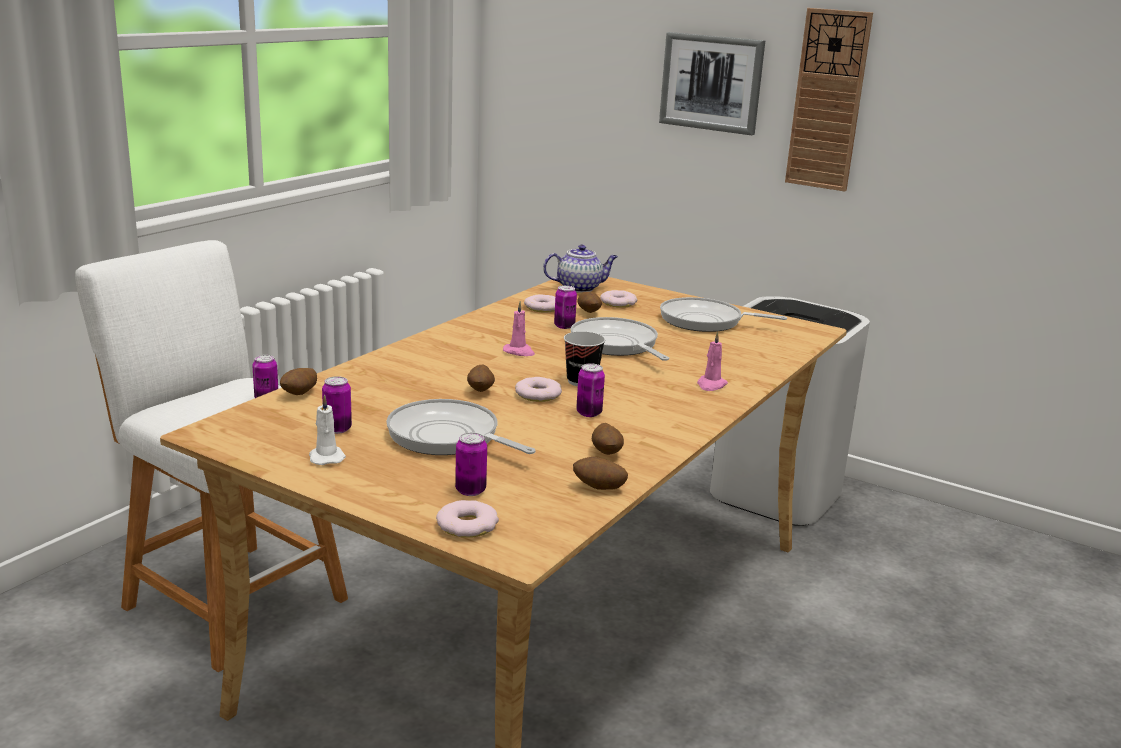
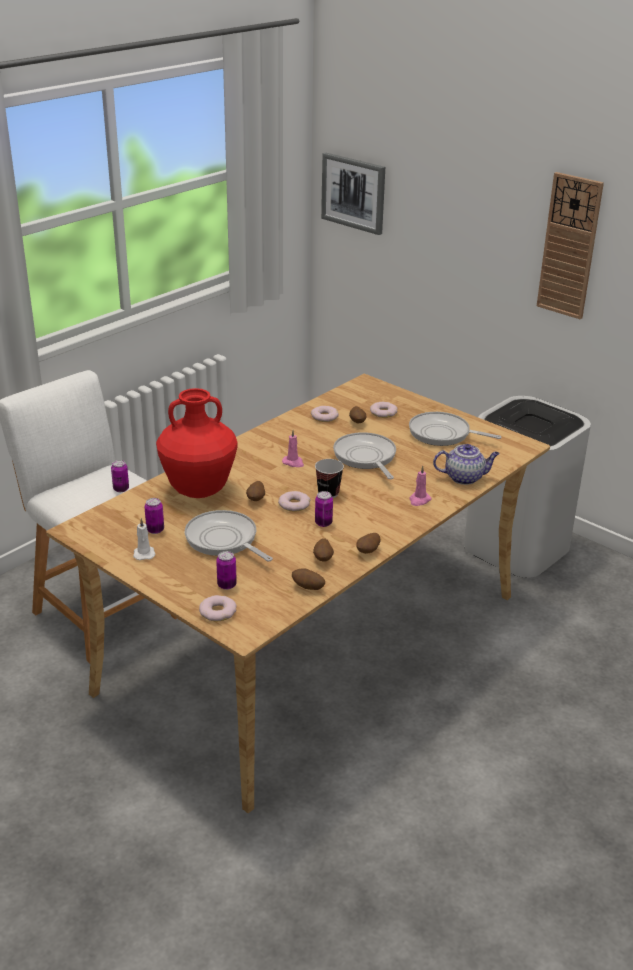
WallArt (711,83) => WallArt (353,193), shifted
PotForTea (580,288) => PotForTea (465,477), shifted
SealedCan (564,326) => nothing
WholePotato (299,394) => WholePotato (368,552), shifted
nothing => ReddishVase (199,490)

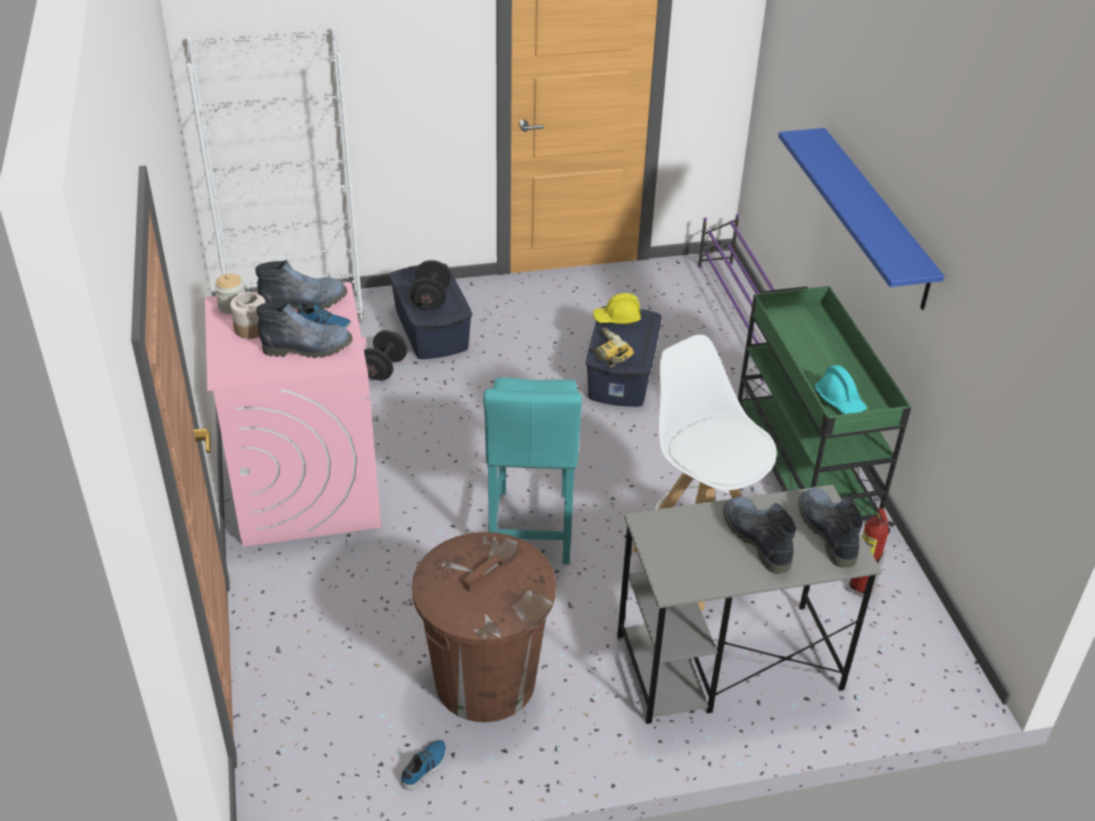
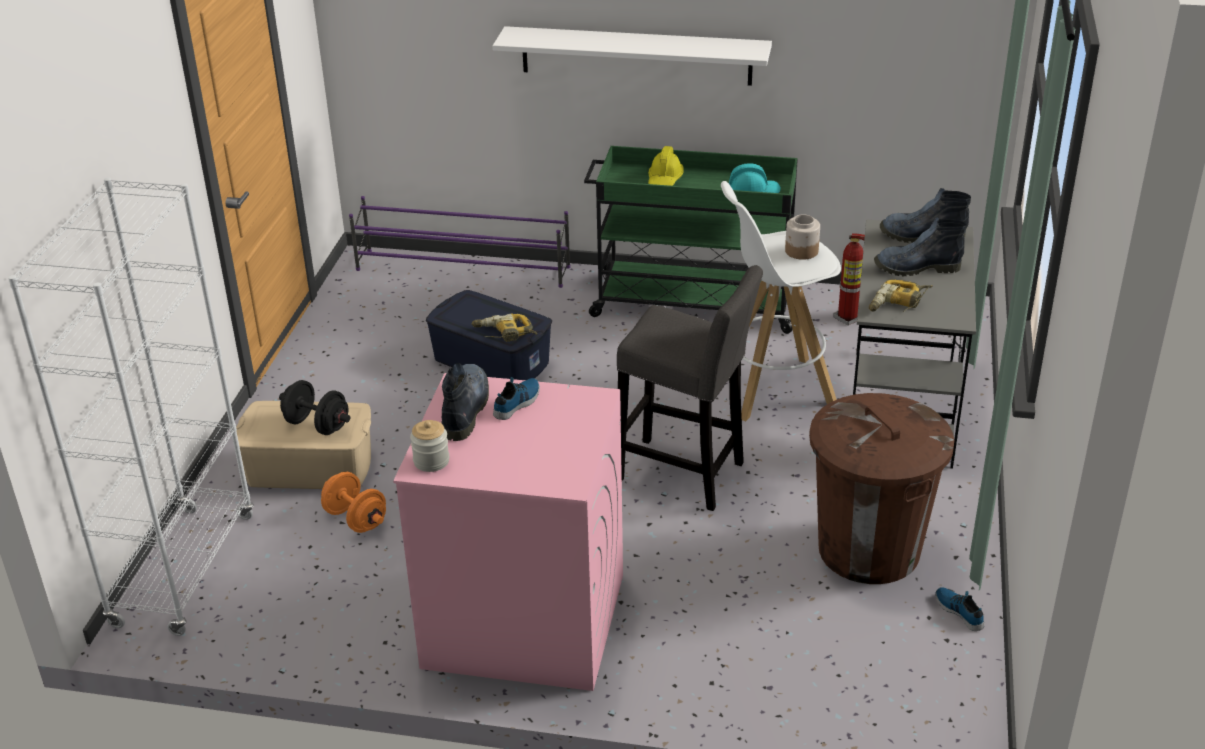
BlueColouredBracketShelf (875,217) => WhiteBracketShelf (636,55)
BlueColouredStorageBox (430,329) => BeigeStorageBox (310,468)
Jar (251,328) => Jar (801,251), shifted
YellowishHardHat (617,319) => YellowishHardHat (665,179), shifted
TallBoot (309,348) => nothing
BlackHandWeight (384,369) => OrangeColouredHandWeight (356,519)
BlueGreenStoolSeat (530,531) => GreyishStoolSeat (686,475)
nothing => PowerDrill (898,304)

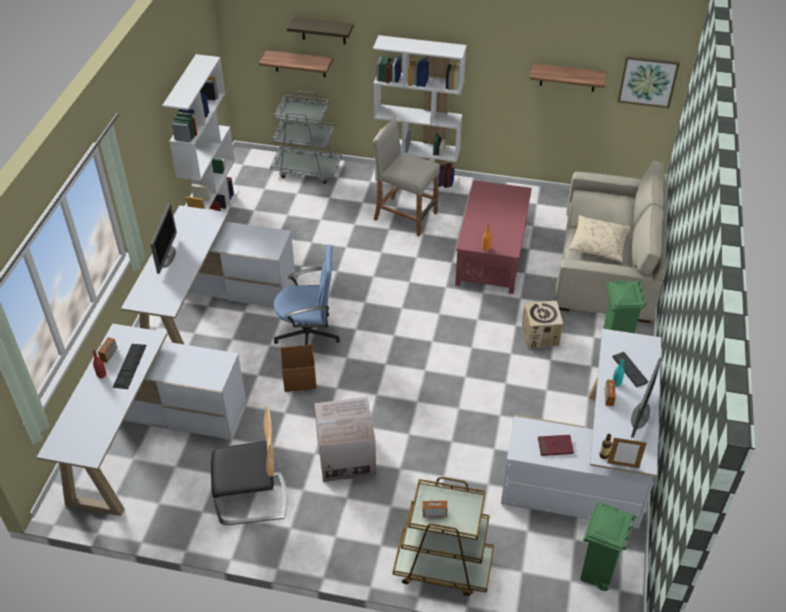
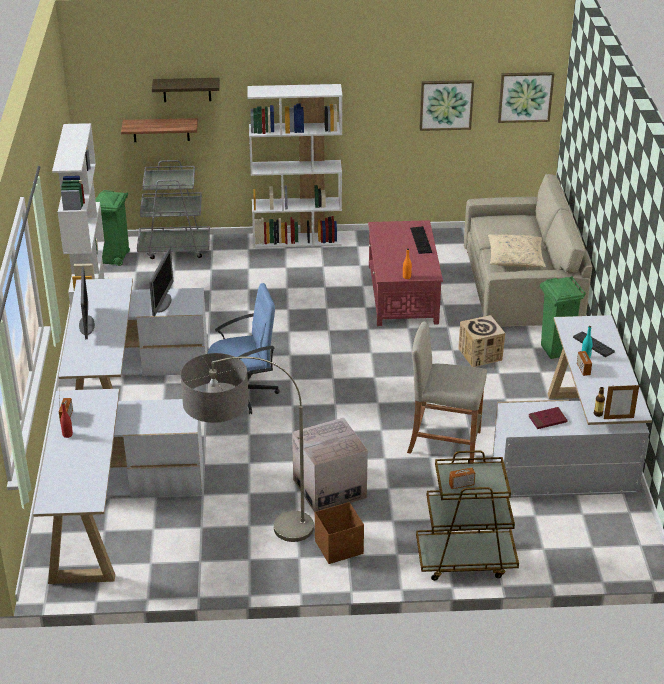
BracketShelf (568,77) => WallArt (446,104)
BeigeStoolSeat (405,216) => BeigeStoolSeat (444,442), shifted
PcKeyboard (129,366) => PcKeyboard (421,240), shifted
BrownColouredStorageBox (300,379) => BrownColouredStorageBox (339,547), shifted
ComputerScreen (640,415) => ComputerScreen (163,303), shifted
Chair (252,499) => StandingLamp (247,541)
GreenishWasteBin (597,573) => GreenishWasteBin (115,259), shifted

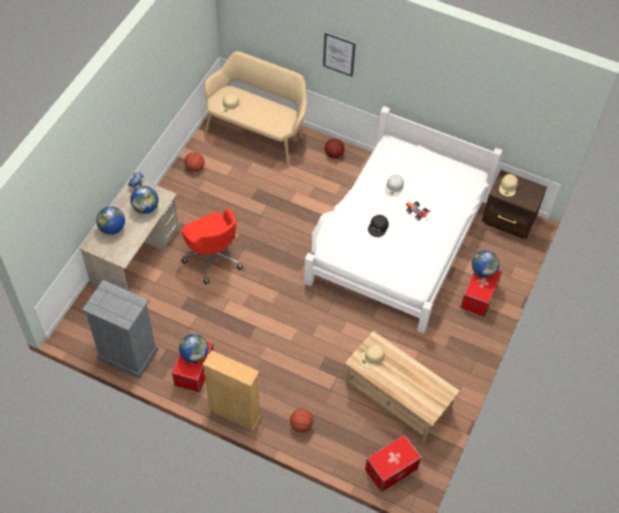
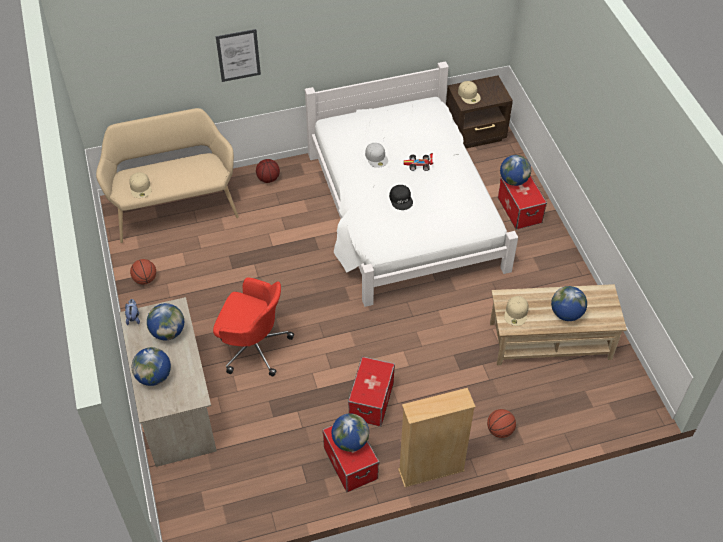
GreyishDresser (127,354) => nothing
StorageBox (391,468) => StorageBox (371,400), shifted
nothing => WorldGlobe (566,314)

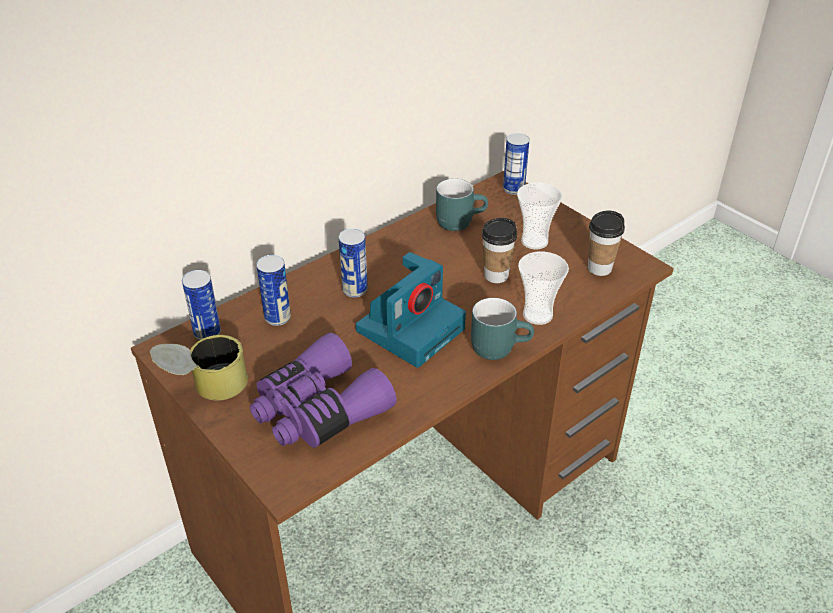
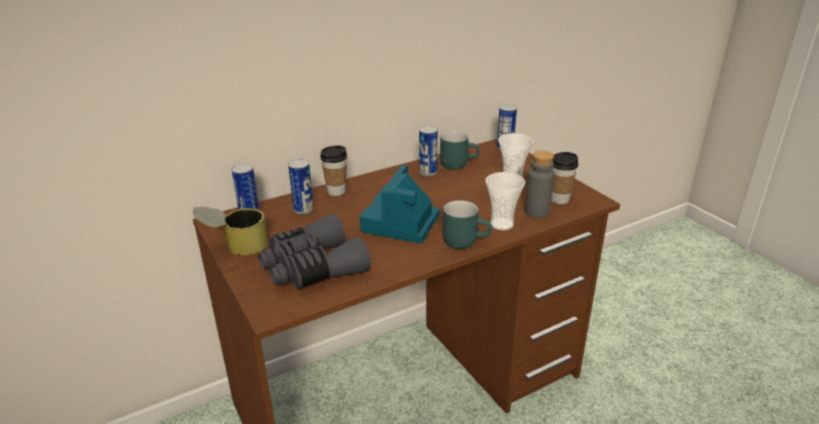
SmallCup (496,275) => SmallCup (336,191), shifted
SealedCan (355,290) => SealedCan (428,172), shifted
PhotoCamera (411,328) => PhotoCamera (400,224), 150 degrees clockwise
PurplishBinoculars (318,410) => GreyishBinoculars (312,268)
nothing => GreyishBeverageBottle (536,212)

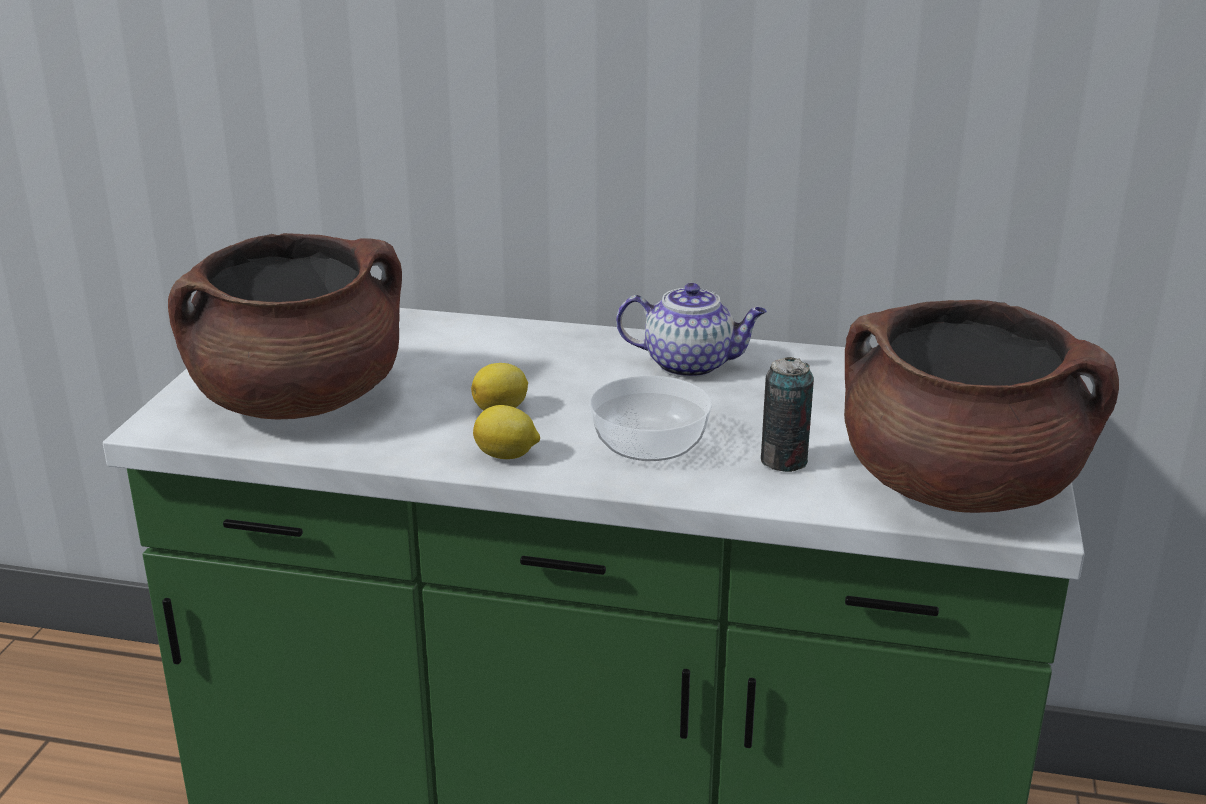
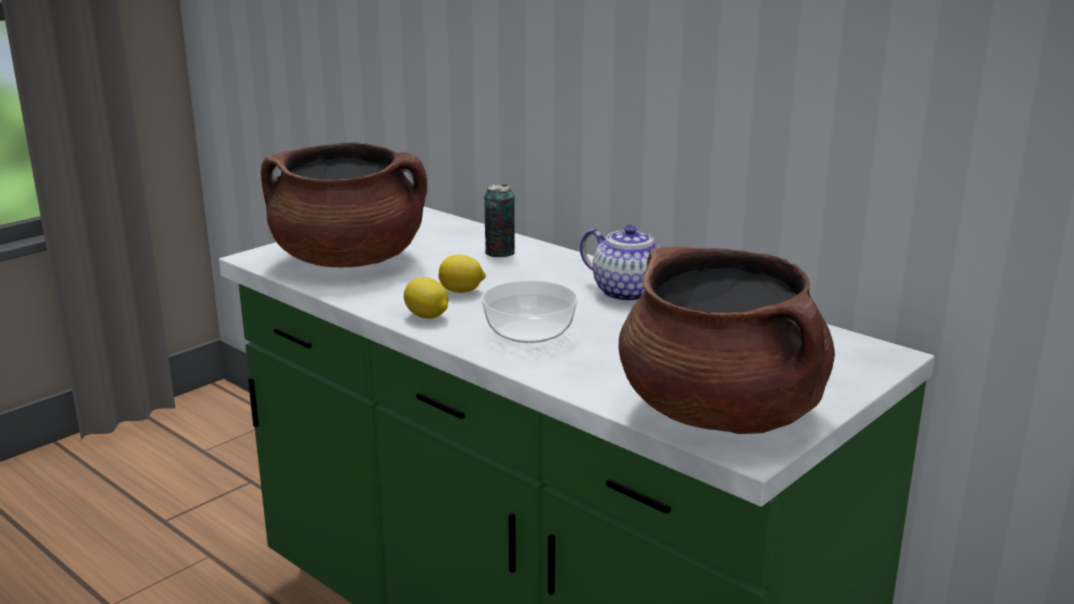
SealedCan (783,461) => SealedCan (500,253), shifted

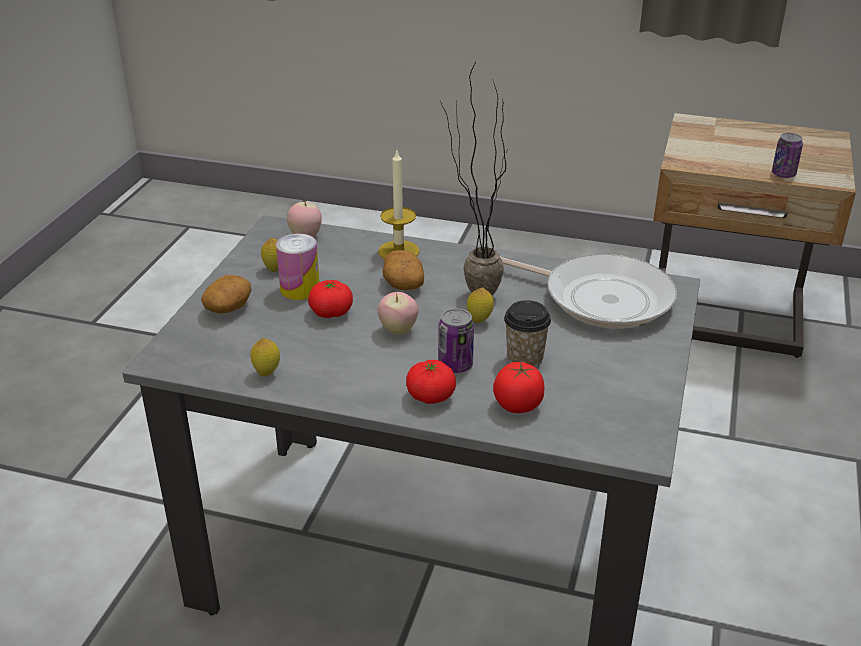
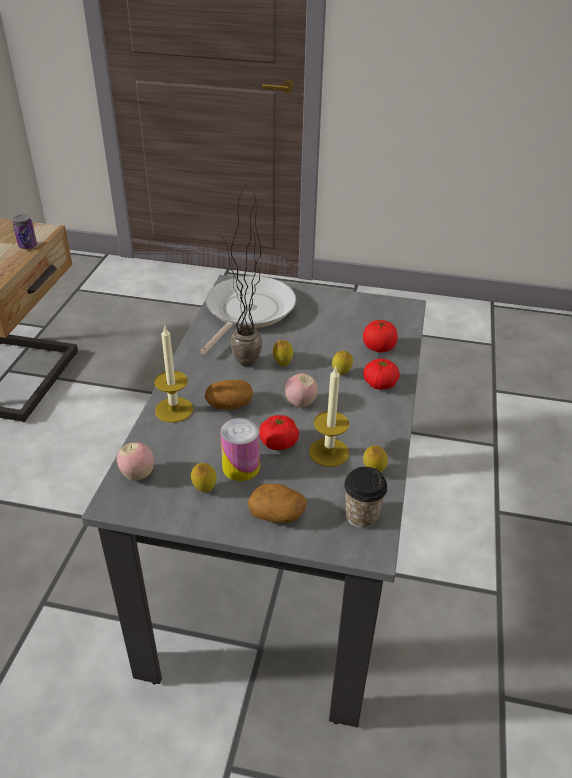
SmallCup (525,359) => SmallCup (361,516), shifted
SealedCan (455,365) => Lemon (341,374)
nothing => WaxLight (329,452)

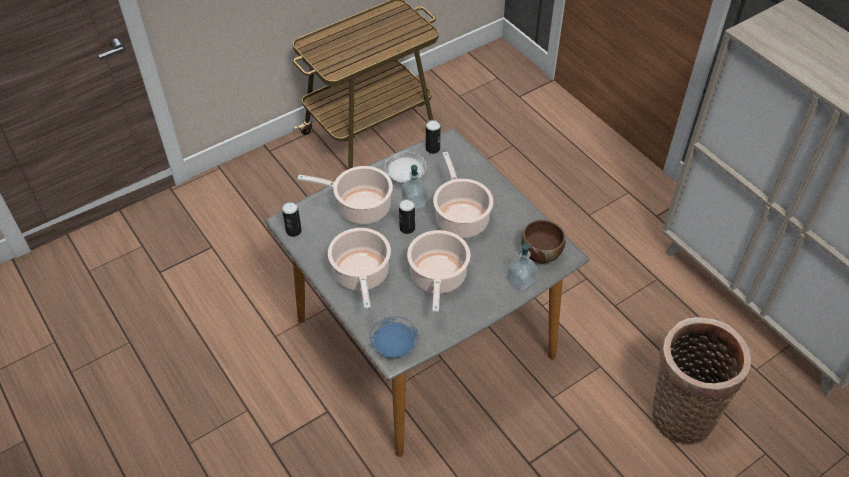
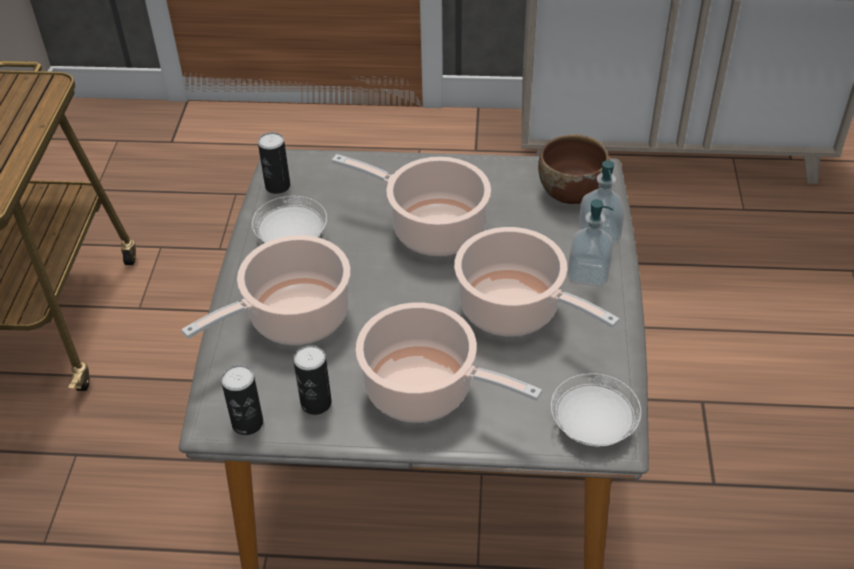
LiquidSoapBottle (414,203) => LiquidSoapBottle (588,274), shifted
SealedCan (407,228) => SealedCan (316,403), shifted
BlueColouredFlatDish (394,345) => WhiteFlatDish (593,426)
Basket (680,412) => nothing

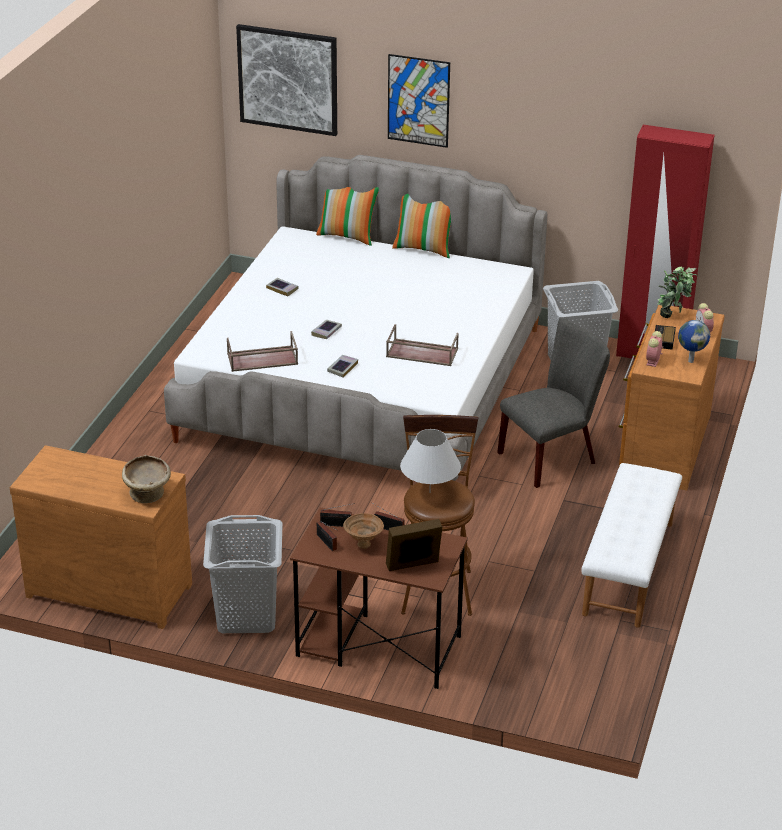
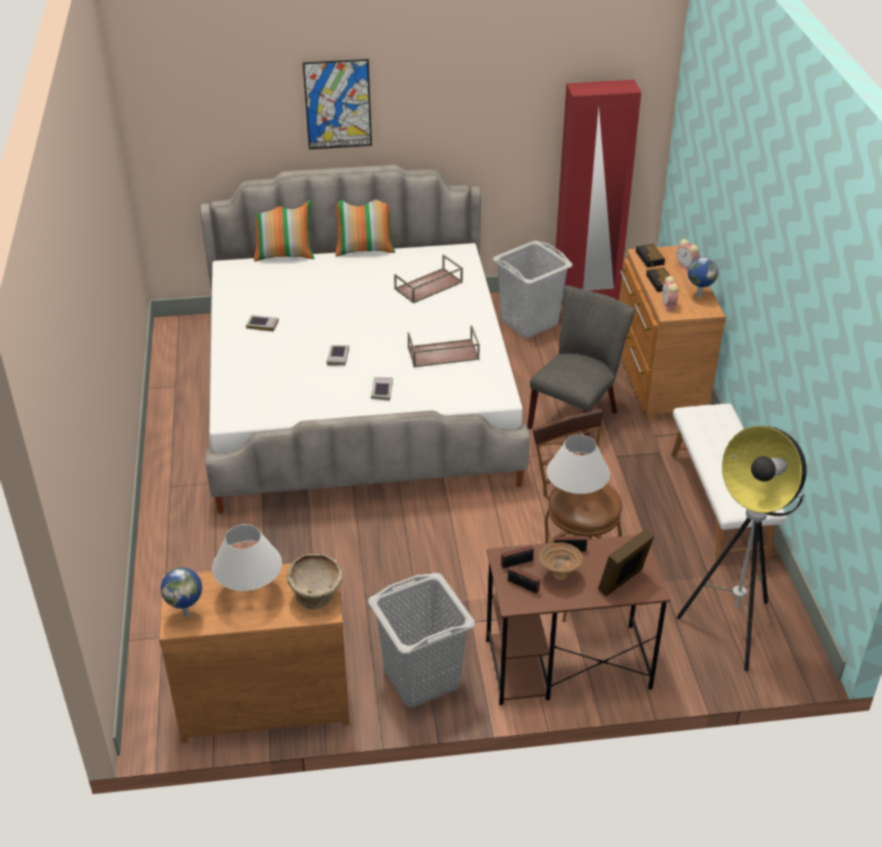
WallArt (288,79) => nothing
PottedPlant (673,317) => BedsideClock (650,258)
BrownColouredTray (261,359) => BrownColouredTray (428,286), shifted
nothing => StandingLamp (732,628)
nothing => WhiteTabletopLamp (250,591)
nothing => WorldGlobe (187,614)

